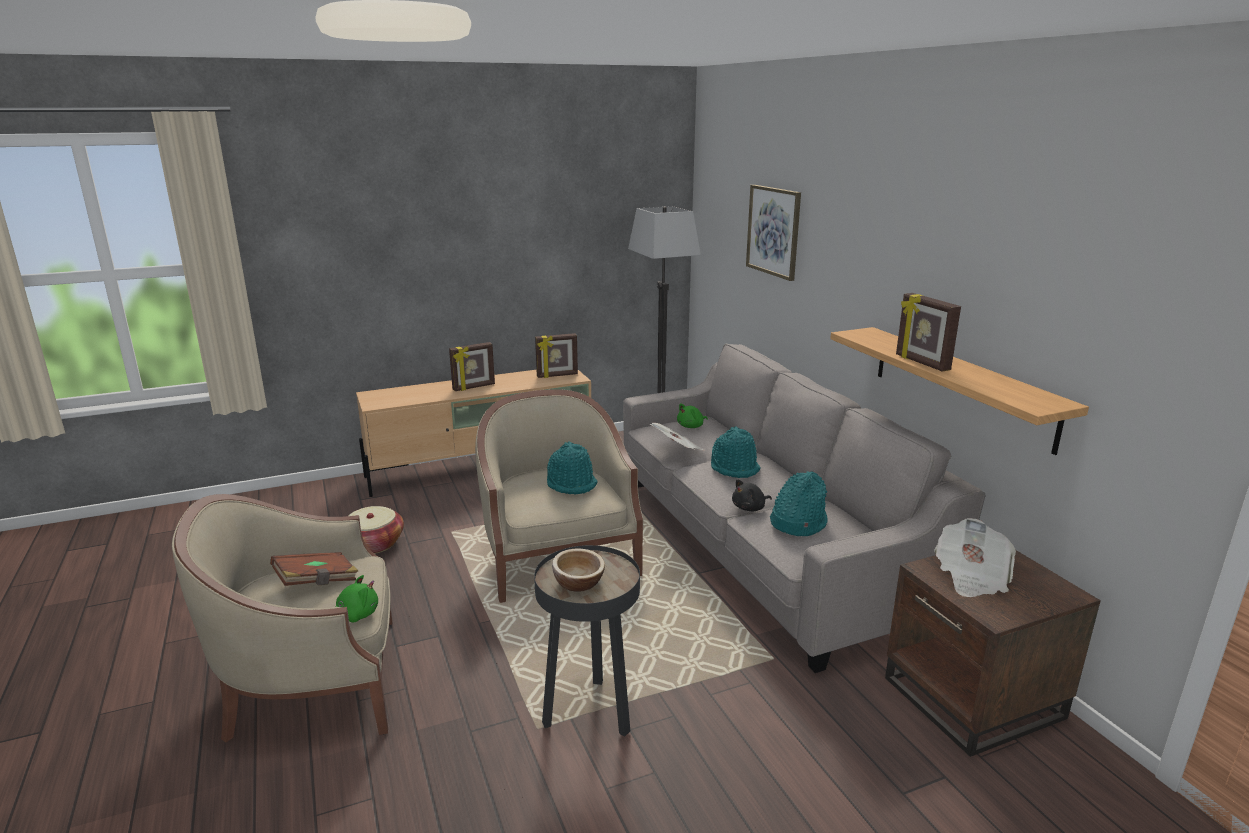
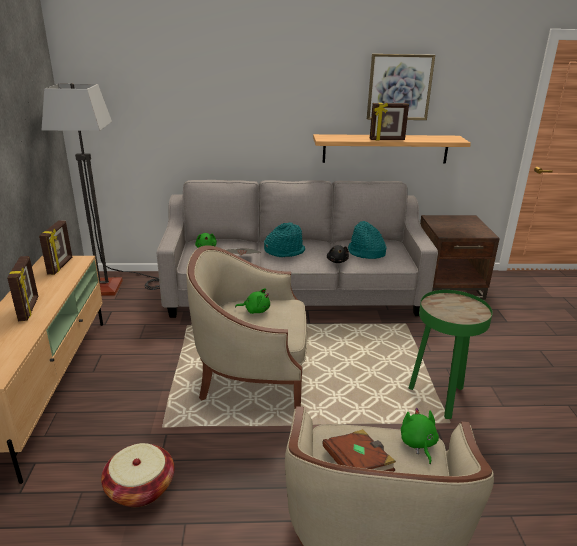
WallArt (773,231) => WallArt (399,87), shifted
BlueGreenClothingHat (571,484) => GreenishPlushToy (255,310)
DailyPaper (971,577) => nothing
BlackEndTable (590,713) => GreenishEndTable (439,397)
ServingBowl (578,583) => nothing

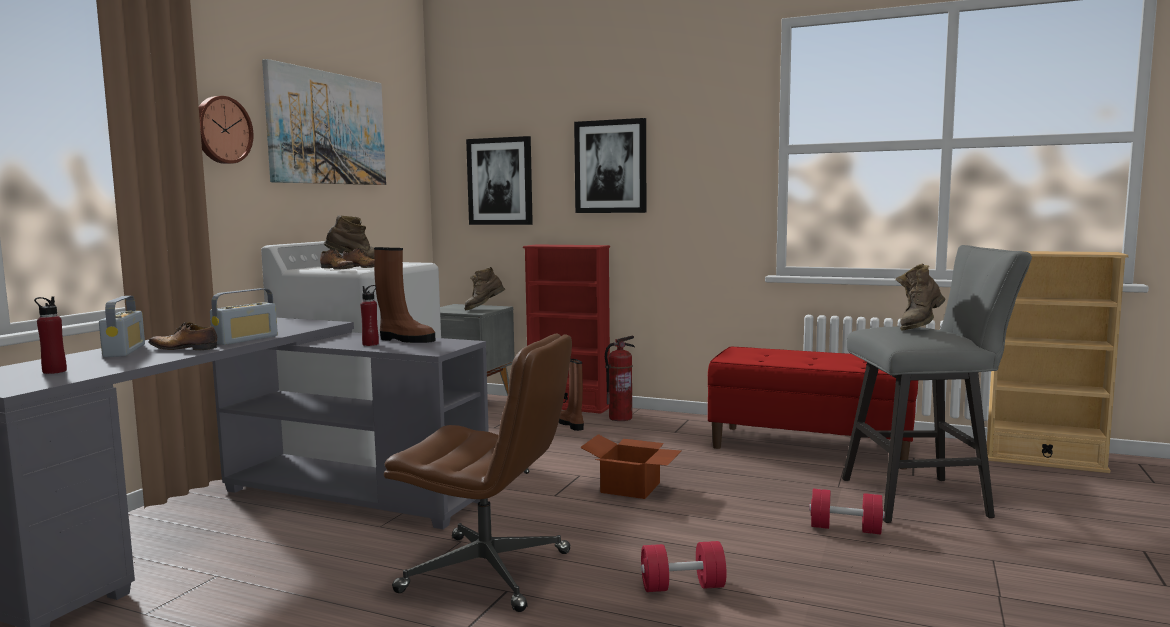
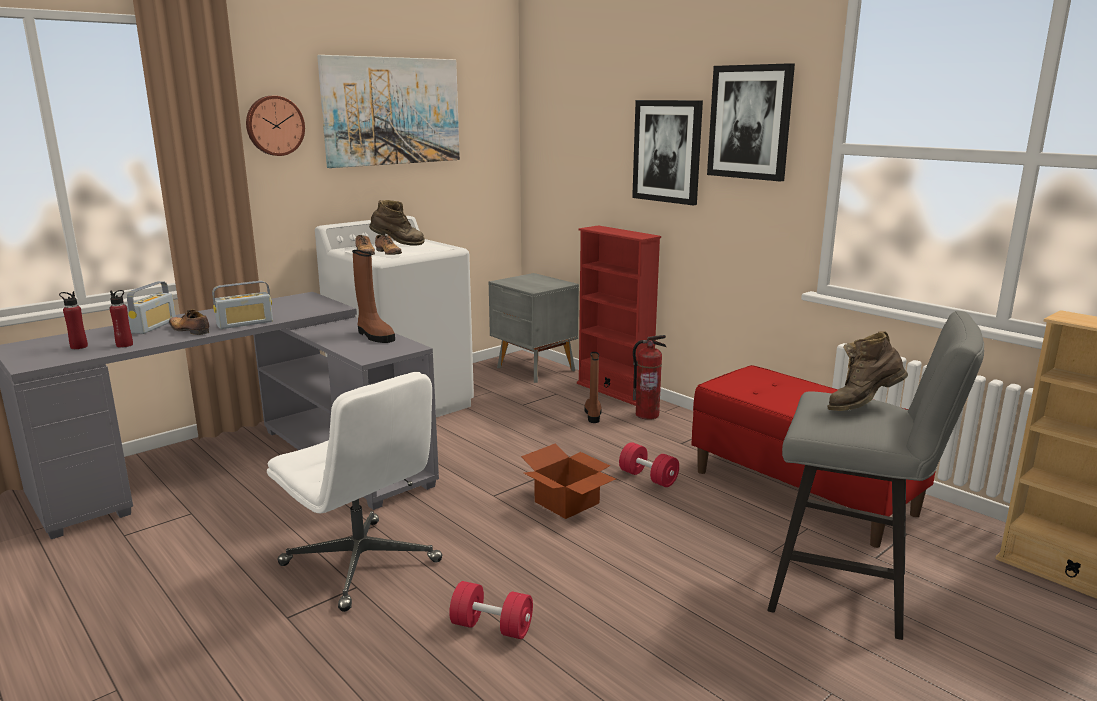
WallArt (500,181) => WallArt (750,122), shifted
BrownColouredTallBoot (484,308) => nothing
ReddishBeverageBottle (370,344) => ReddishBeverageBottle (124,345), shifted
BrownColouredOfficeChair (488,572) => WhiteOfficeChair (362,564)
ReddishHandWeight (845,529) => ReddishHandWeight (648,478), shifted

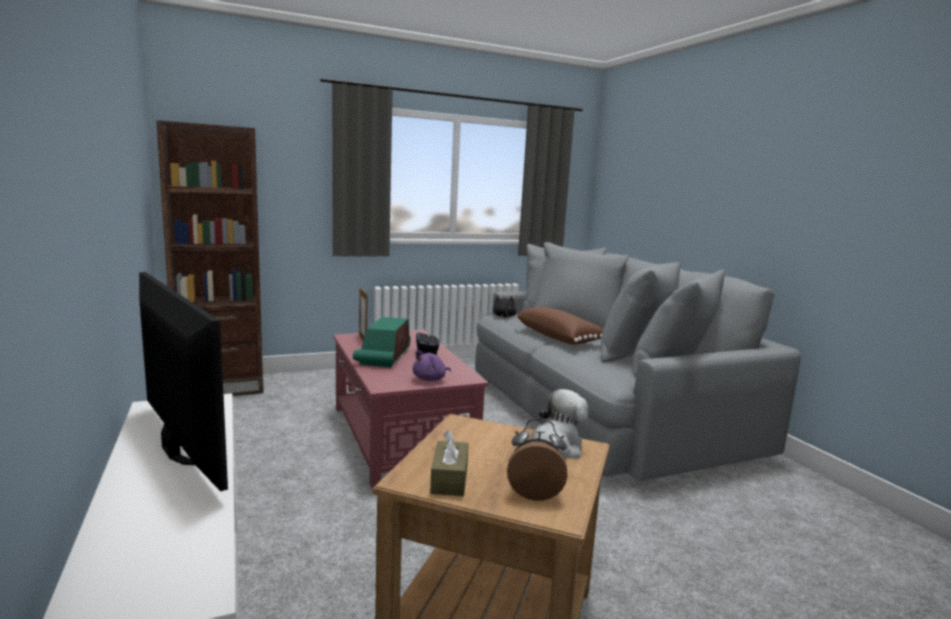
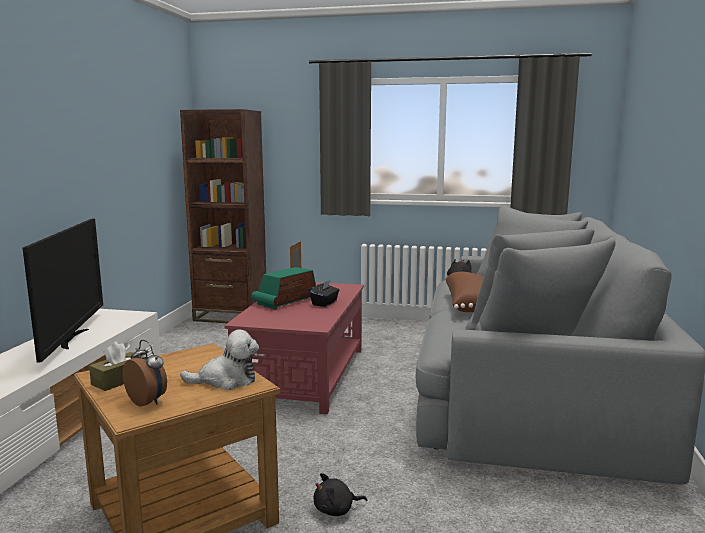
PurplishPlushToy (430,379) => nothing
nothing => BlackPlushToy (336,510)

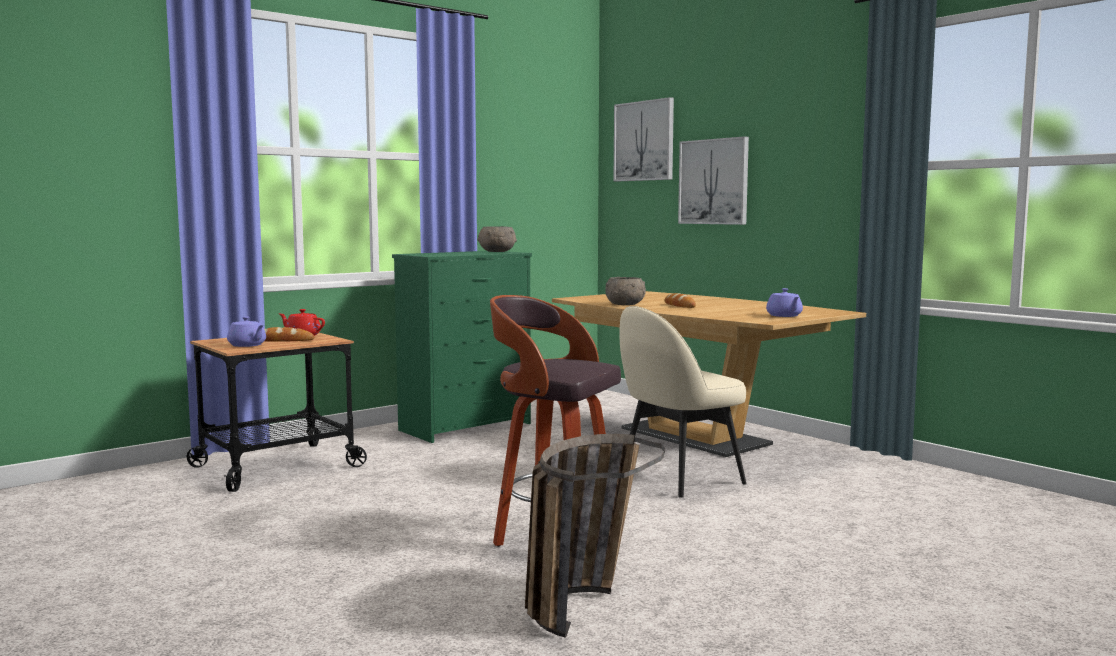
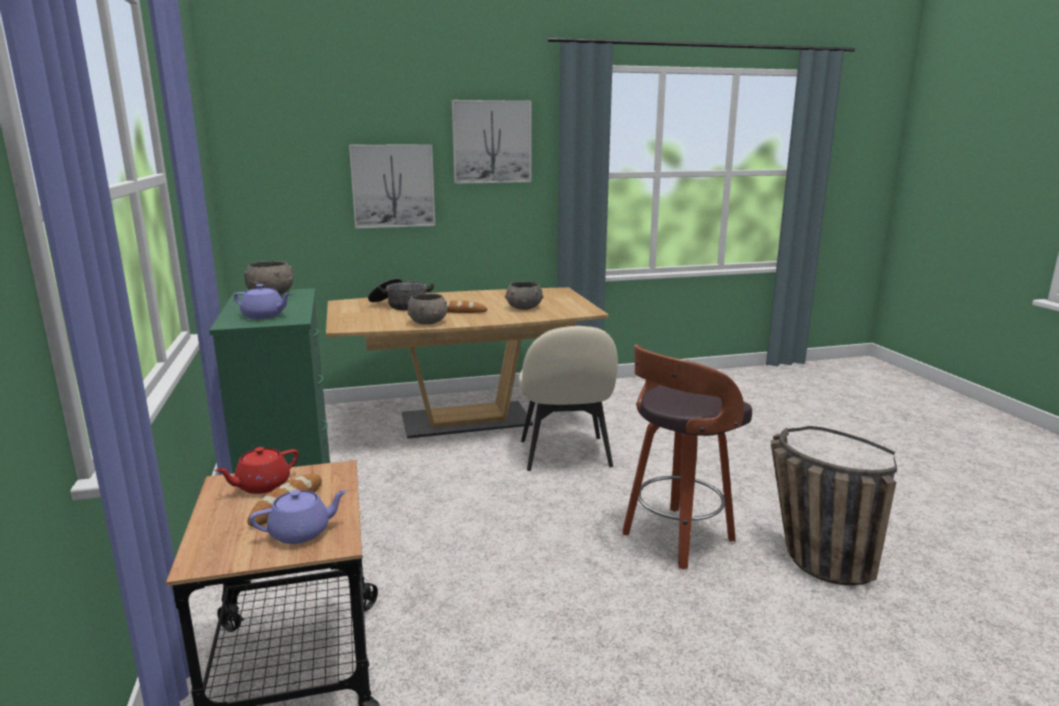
WallArt (644,141) => WallArt (491,142), shifted
PurplishPotForTea (784,316) => PurplishPotForTea (264,316), shifted
nothing => Saucepot (400,305)
nothing => GreyishServingBowl (523,308)

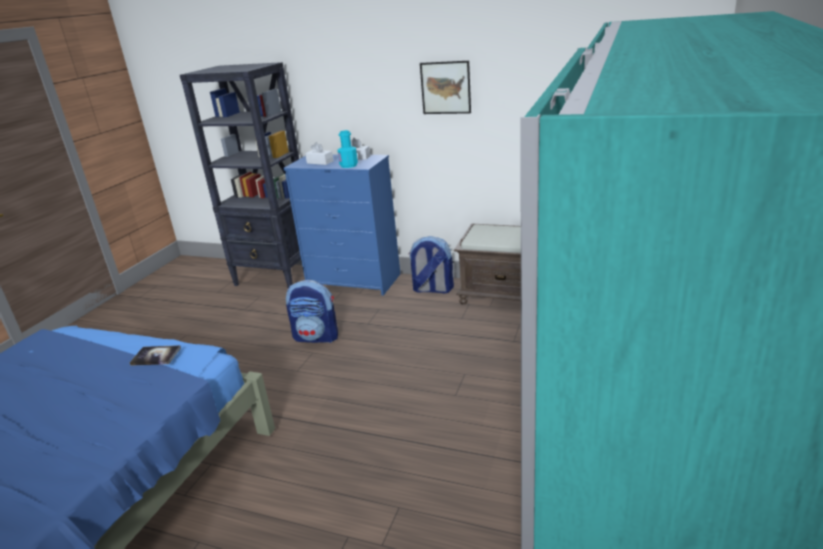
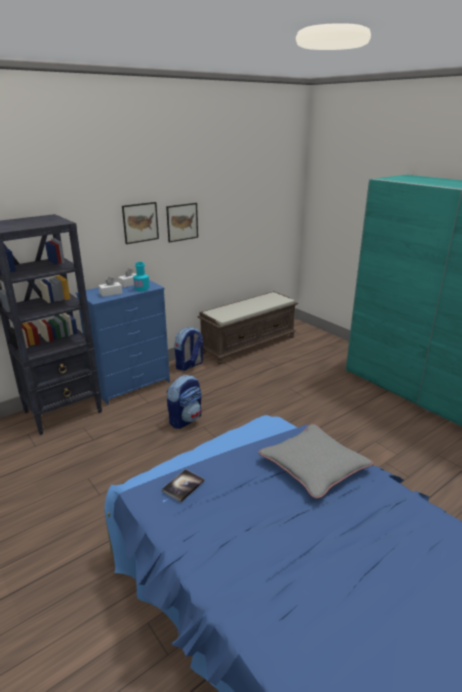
Book (156,356) => Book (183,486), shifted
nothing => WallArt (140,222)
nothing => GreyishCushion (314,465)

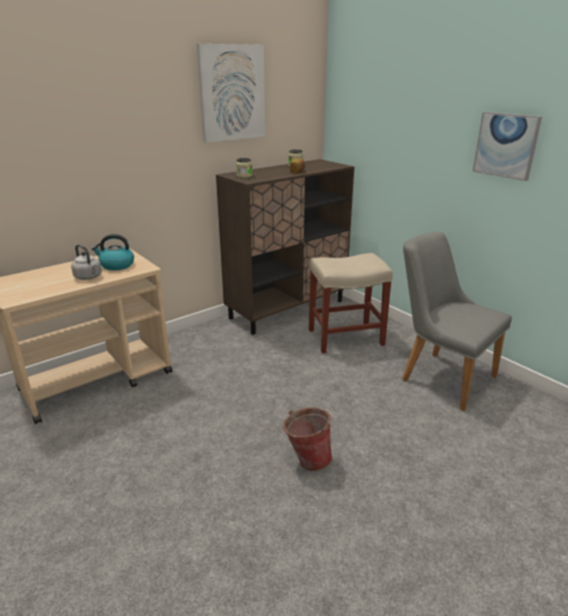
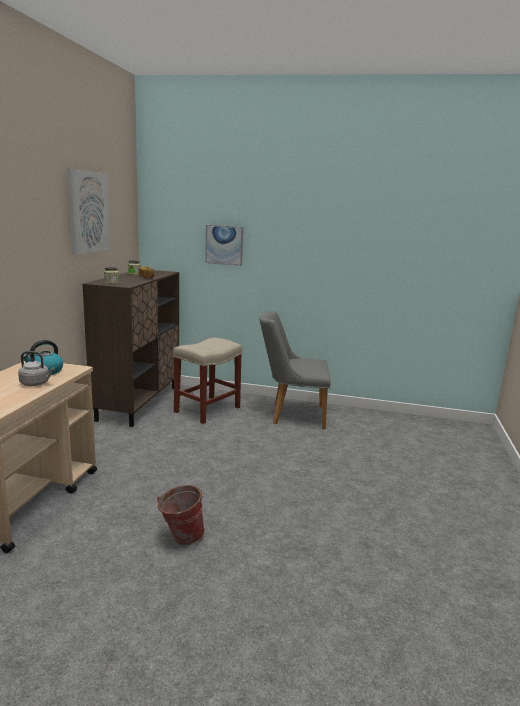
WallArt (506,145) => WallArt (224,245), shifted
Pail (307,459) => Pail (181,537), shifted

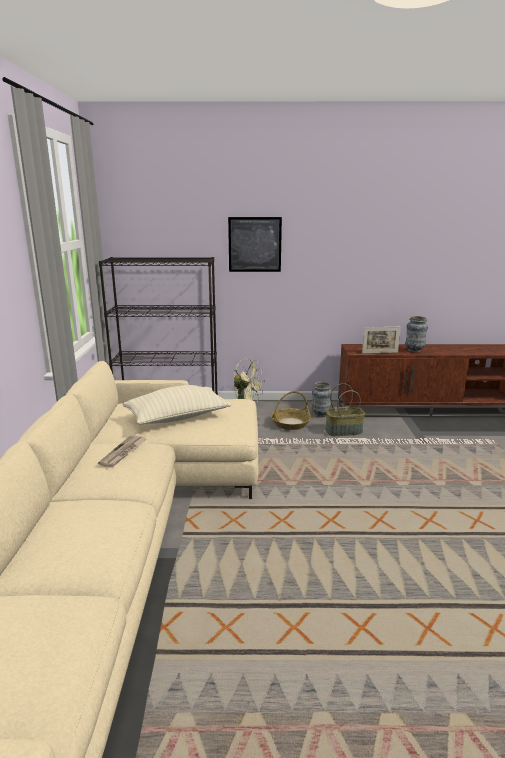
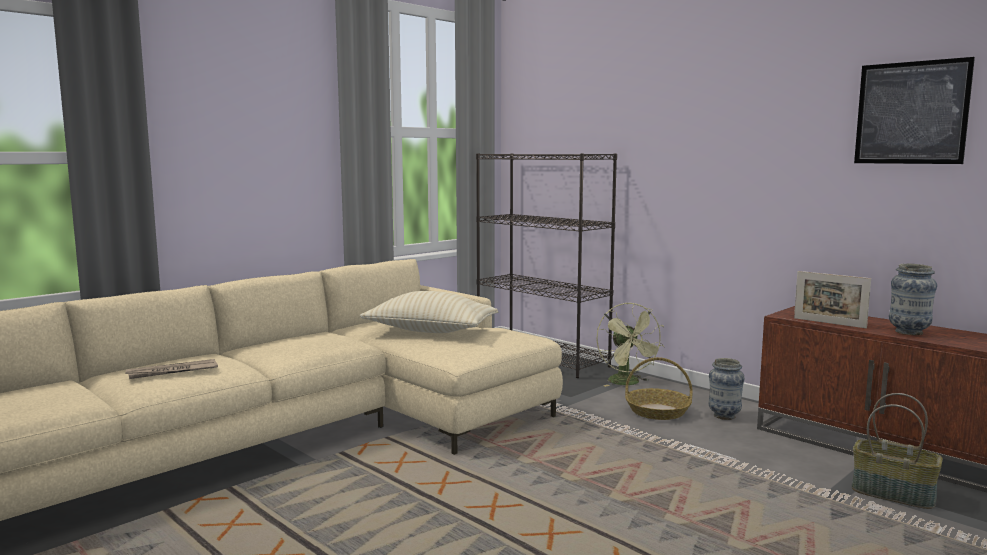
WallArt (254,244) => WallArt (911,113), shifted
Basket (344,431) => Basket (894,493), shifted
DailyPaper (123,452) => DailyPaper (172,372), shifted

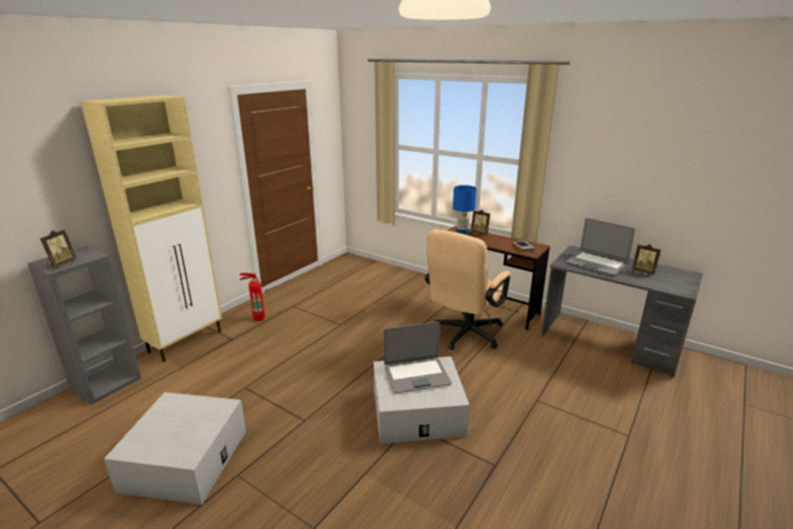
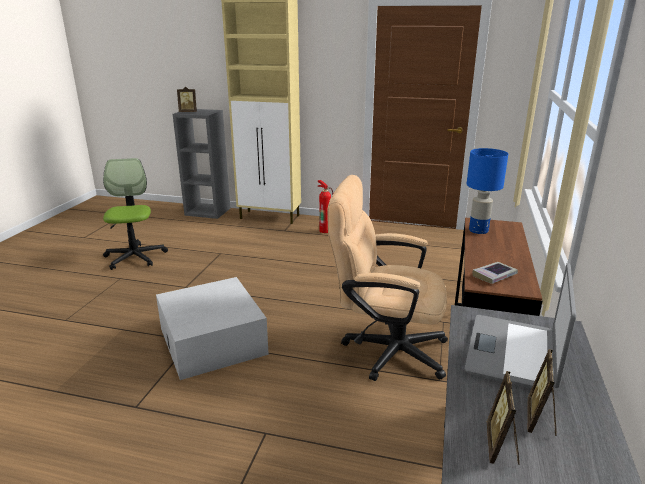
PhotoFrame (480,233) => PhotoFrame (502,446), shifted
Laptop (416,376) => nothing
WhiteStorageBox (185,459) => OfficeChair (135,257)

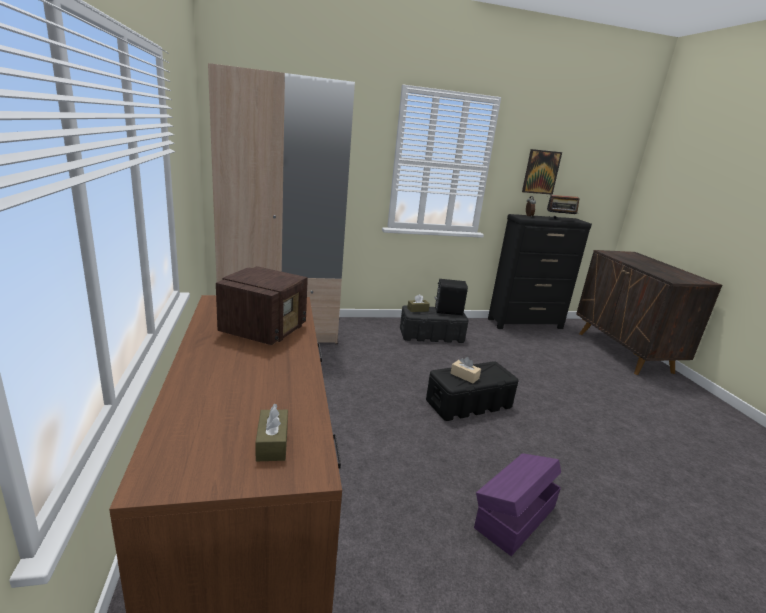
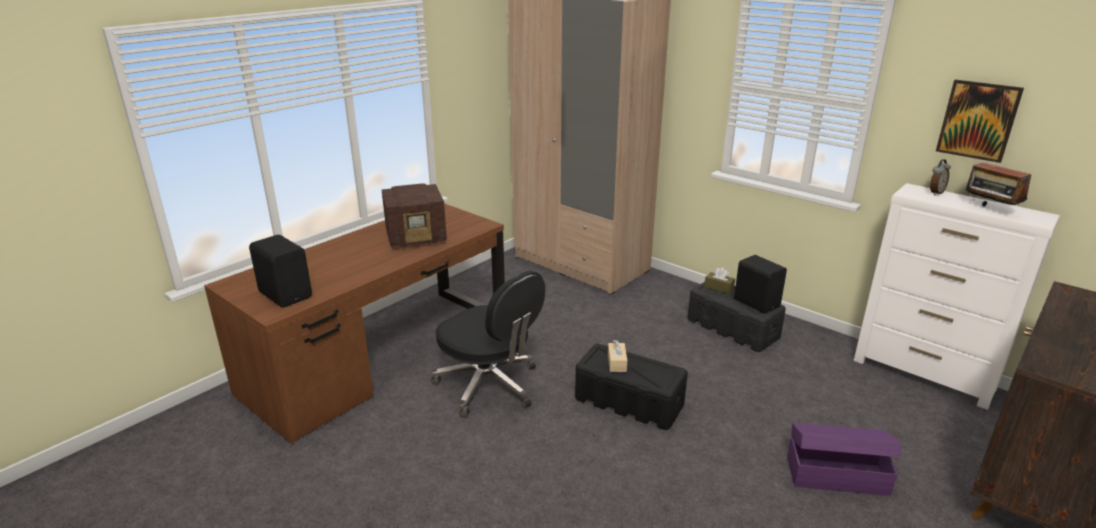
BlackDresser (525,324) => WhiteDresser (924,375)
BrownColouredTissueHolder (272,443) => BlackLoudspeaker (286,294)
PurplishStorageBox (513,517) => PurplishStorageBox (835,474), shifted
nothing => BlackOfficeChair (489,386)

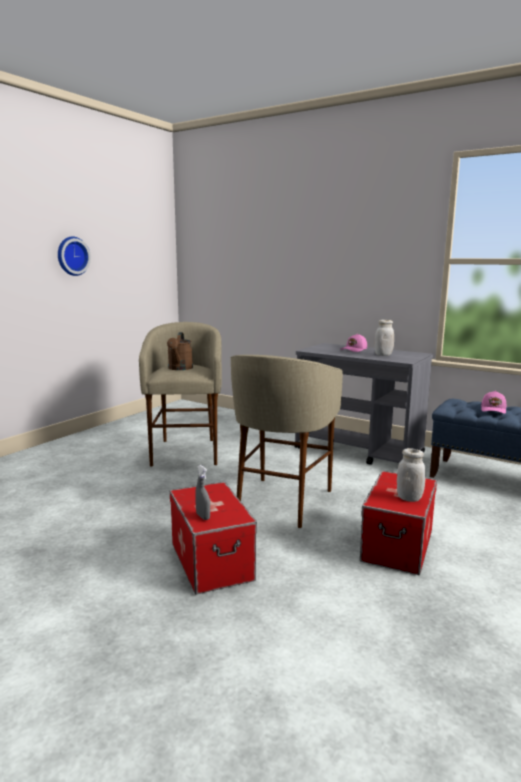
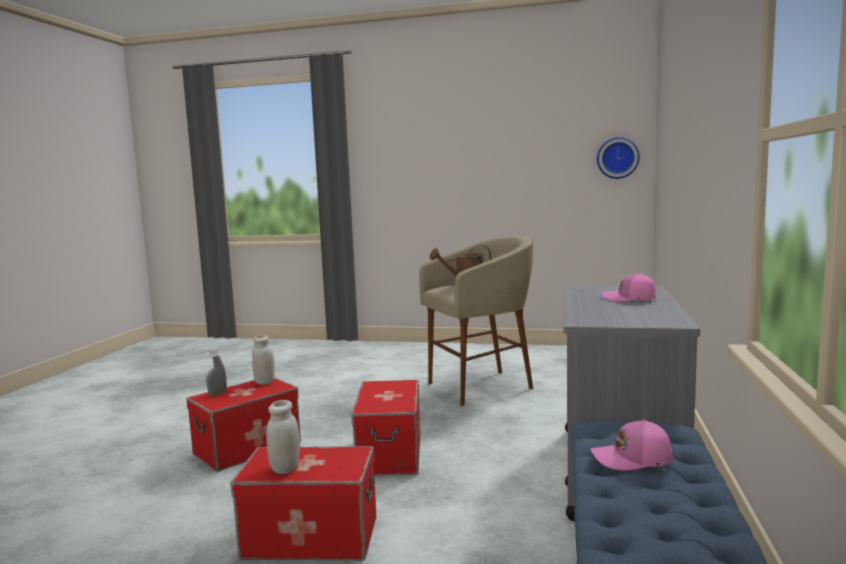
ClockOnTheWall (72,256) => ClockOnTheWall (617,158), shifted
WhiteJar (383,355) => WhiteJar (264,382), shifted
BeigeStoolSeat (282,502) => StorageBox (389,453)

